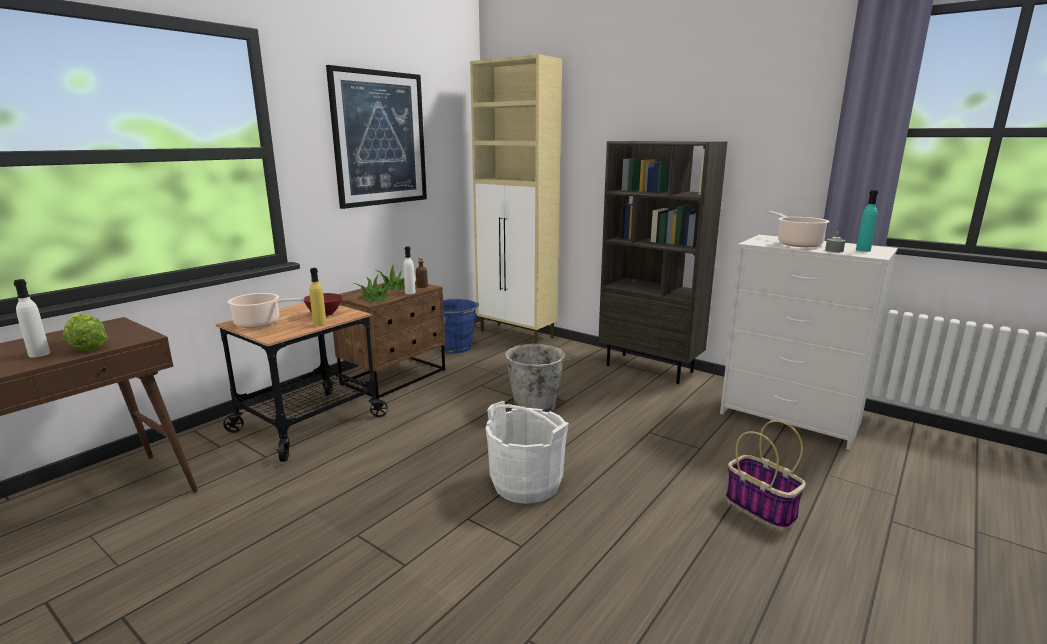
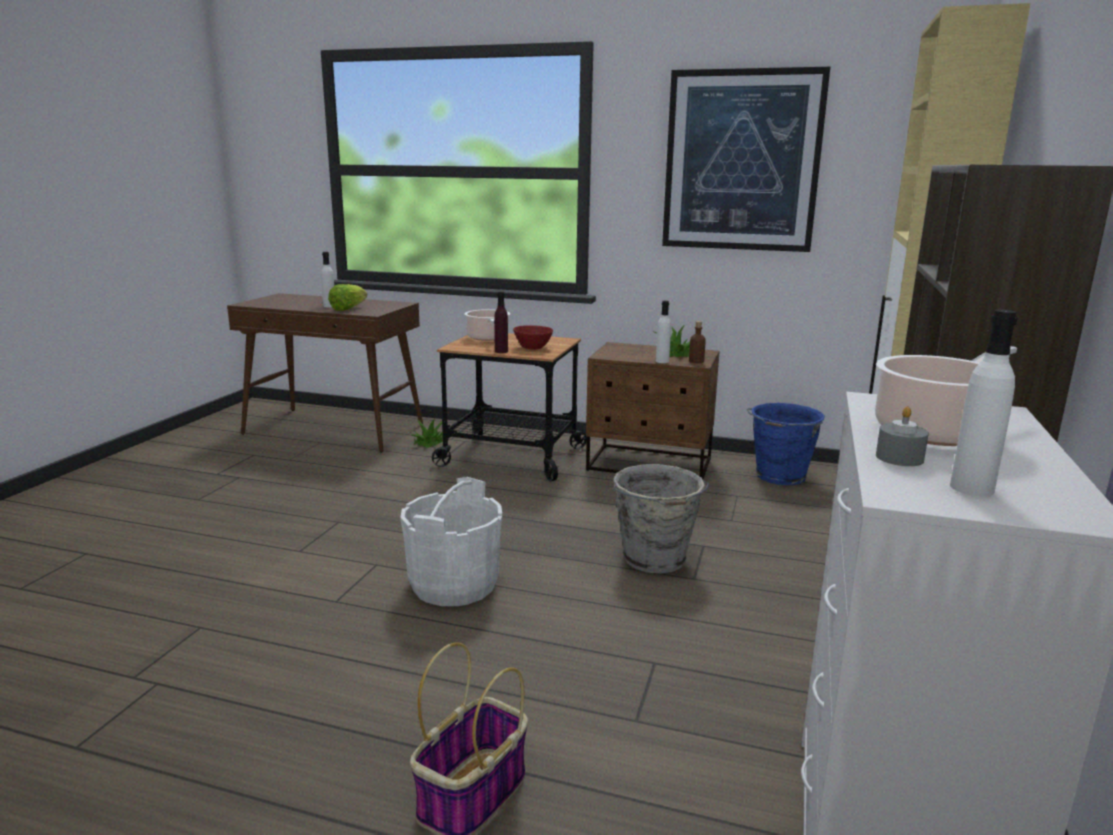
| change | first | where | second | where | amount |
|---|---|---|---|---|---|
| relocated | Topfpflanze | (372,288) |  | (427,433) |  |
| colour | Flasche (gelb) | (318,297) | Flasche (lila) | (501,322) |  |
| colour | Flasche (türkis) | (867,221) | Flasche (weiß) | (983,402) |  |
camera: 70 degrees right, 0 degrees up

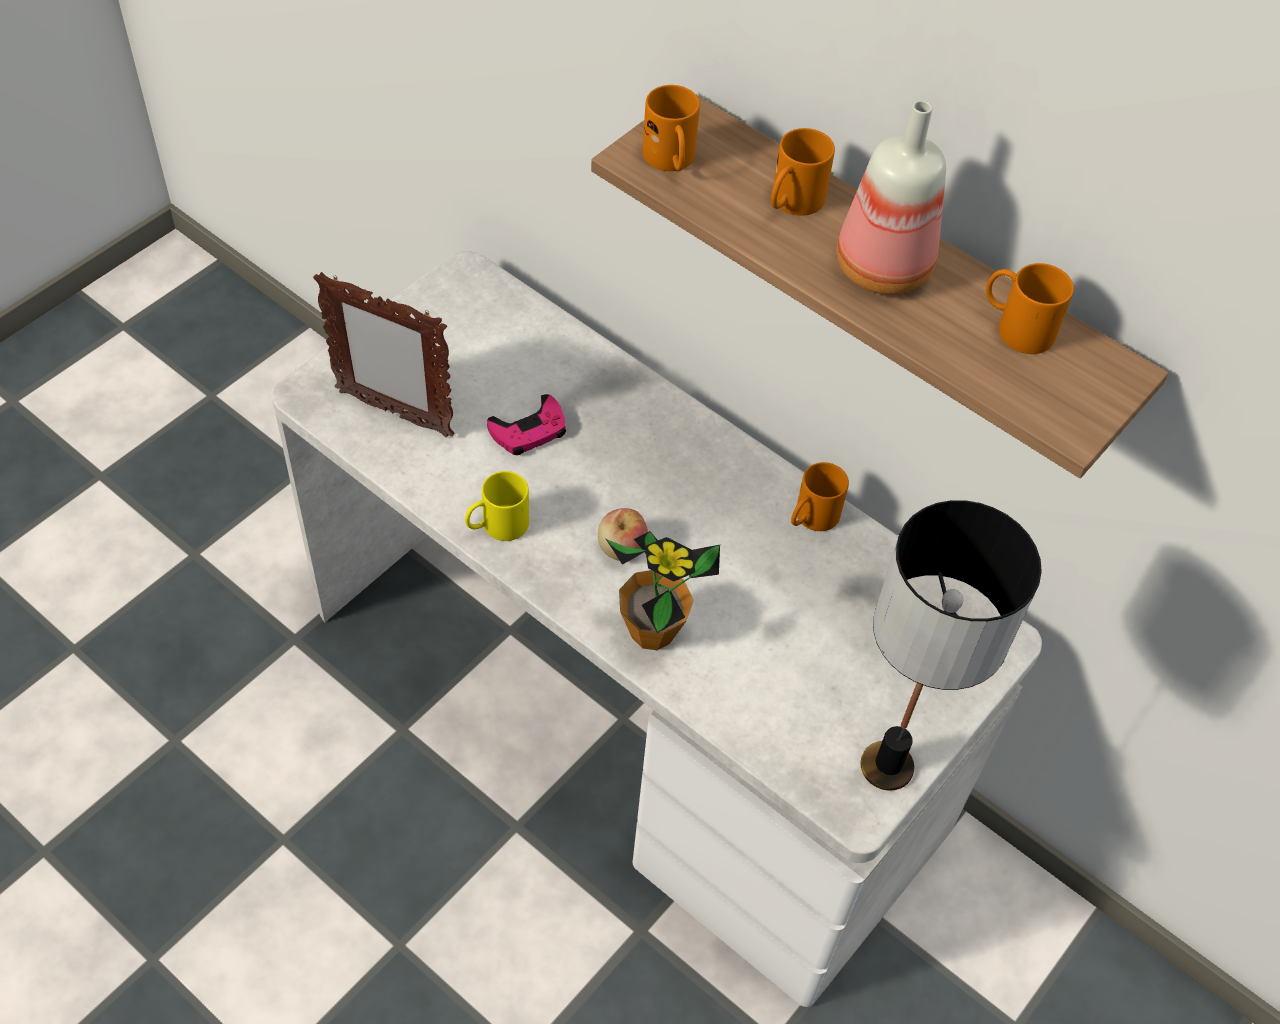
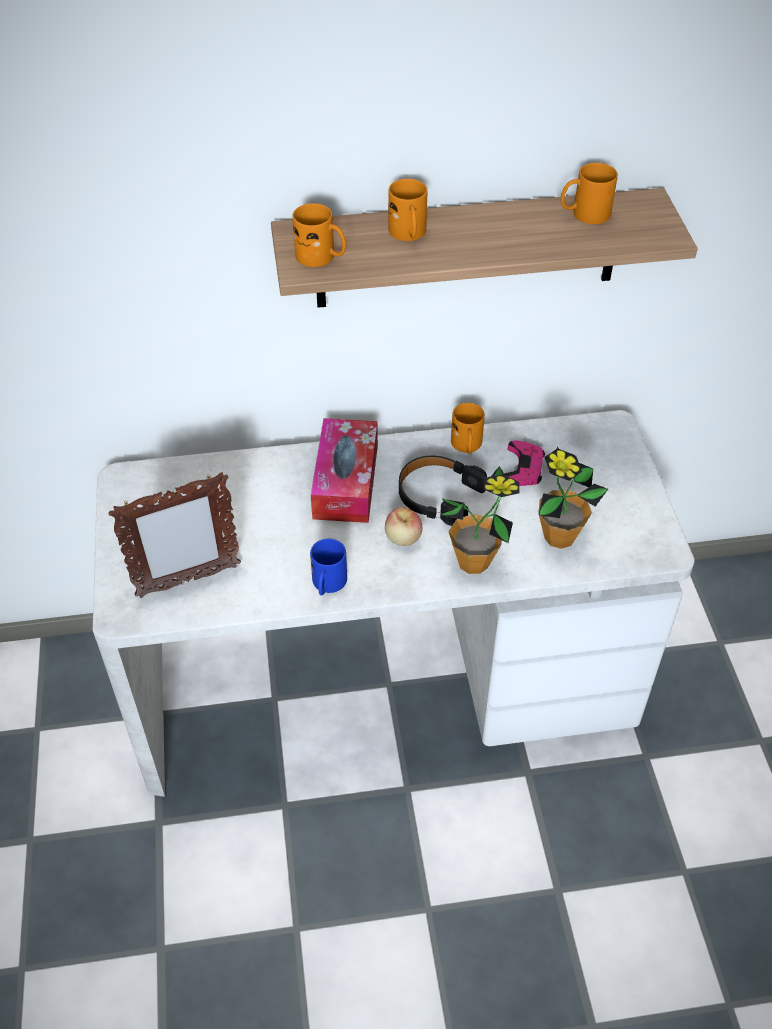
| change | first | where | second | where | amount |
|---|---|---|---|---|---|
| colour | Henkelbecher (gelb) | (497,506) | Henkelbecher (blau) | (328,567) |  |
| appeared |  |  | Taschentuchbox | (344,470) |  |
| appeared |  |  | Kopfhörer (schwarz) | (443,491) |  |
| relocated | Gamepad (rosa) | (526,424) |  | (524,463) |  |
| appeared |  |  | Topfpflanze | (573,497) |  |
| missing | Flasche | (891,197) |  |  |  |
| missing | Tischlampe | (951,645) |  |  |  |
camera: 45 degrees left, 5 degrees down

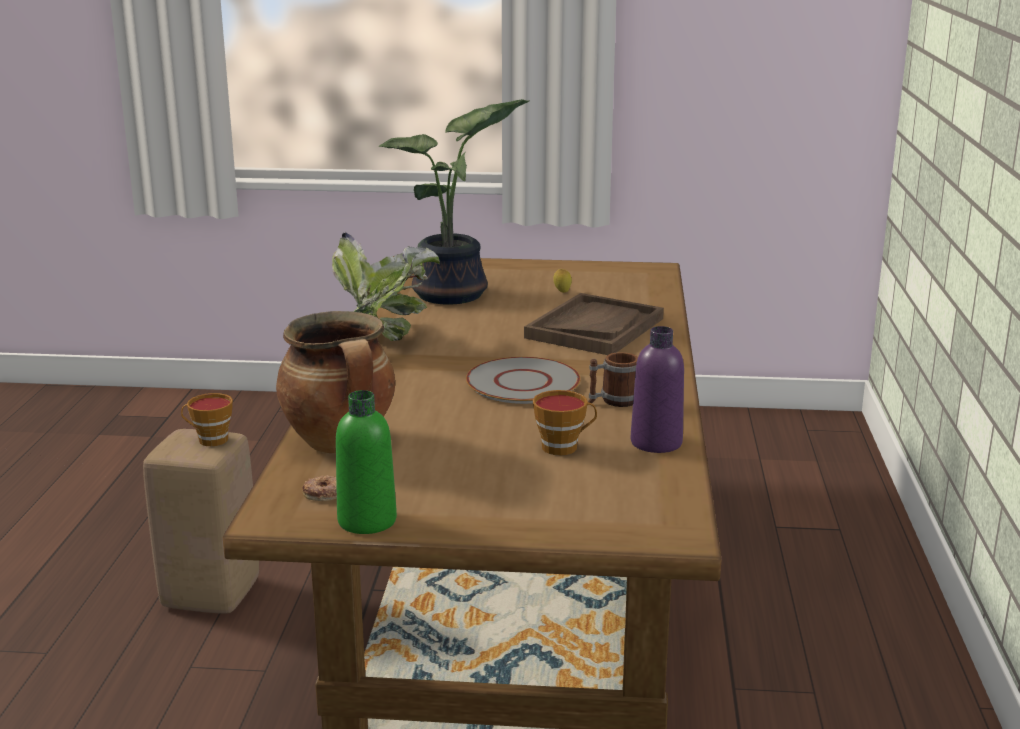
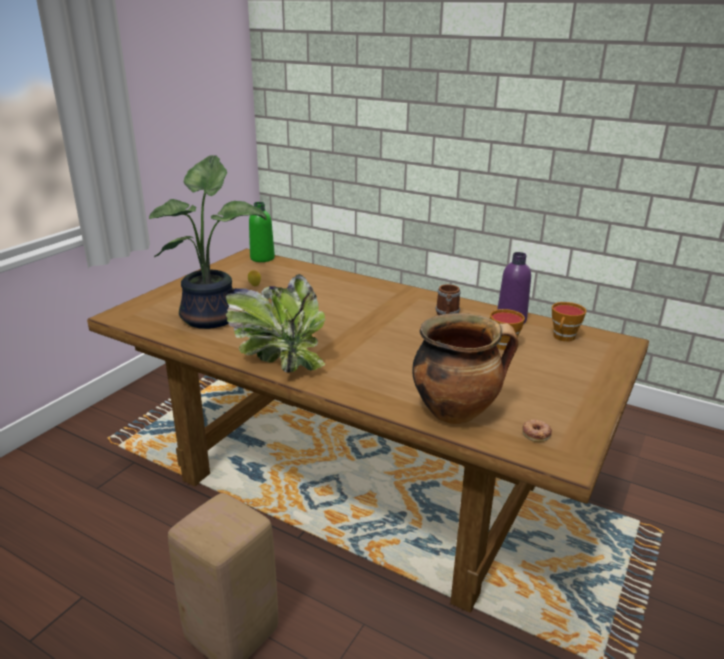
| change | first | where | second | where | amount |
|---|---|---|---|---|---|
| relocated | Flasche (grün) | (366,462) |  | (262,232) |  |
| relocated | Tasse | (207,419) |  | (569,322) |  |
| missing | Teller (grau) | (523,380) |  |  |  |
| missing | Tablett (braun) | (594,324) |  |  |  |
camera: 65 degrees left, 5 degrees up

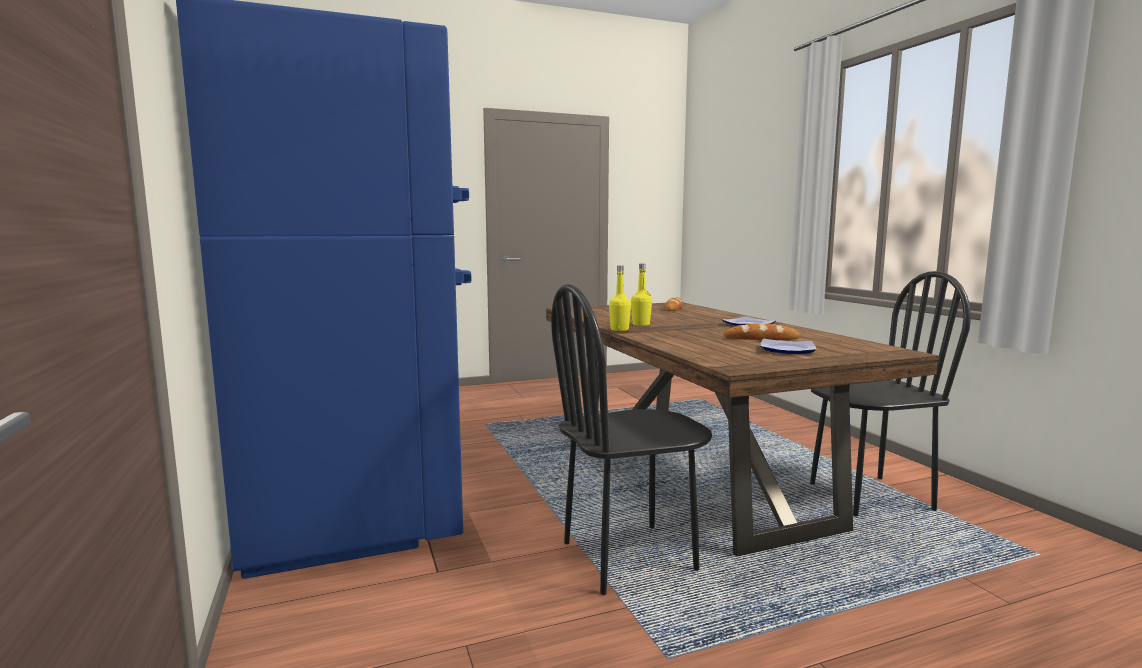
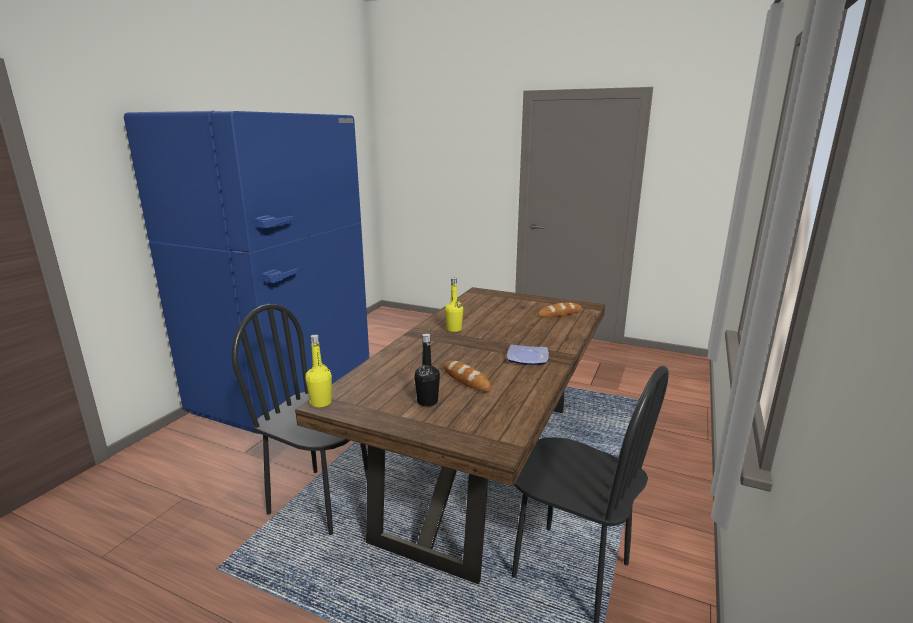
| change | first | where | second | where | amount |
|---|---|---|---|---|---|
| relocated | Flasche (gelb) | (620,298) |  | (318,371) |  |
| exchanged | Teller | (788,346) | Flasche (schwarz) | (427,370) |  |
camera: 45 degrees right, 10 degrees up

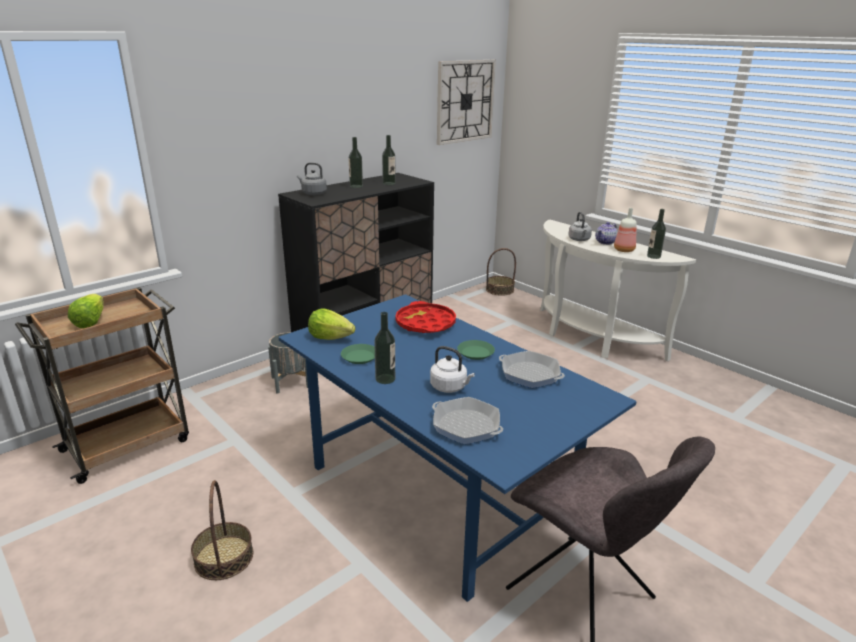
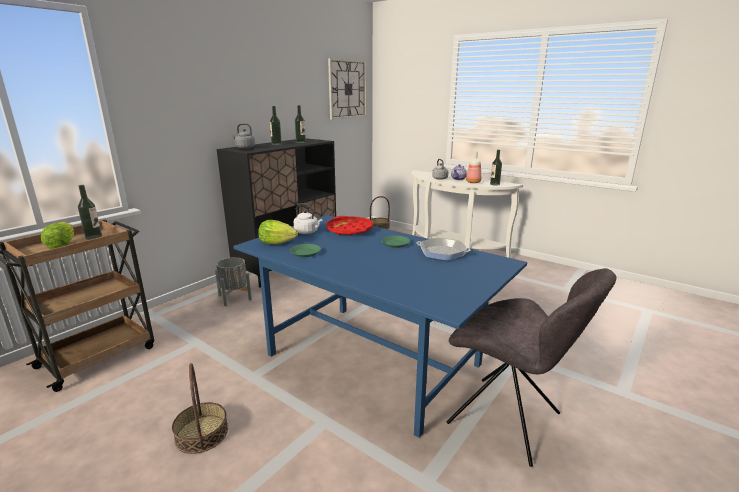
| change | first | where | second | where | amount |
|---|---|---|---|---|---|
| relocated | Flasche | (384,348) |  | (90,212) |  |
| relocated | Wasserkessel (weiß) | (452,369) |  | (308,218) |  |
| missing | Pfanne | (467,420) |  |  |  |
camera: 10 degrees left, 5 degrees down

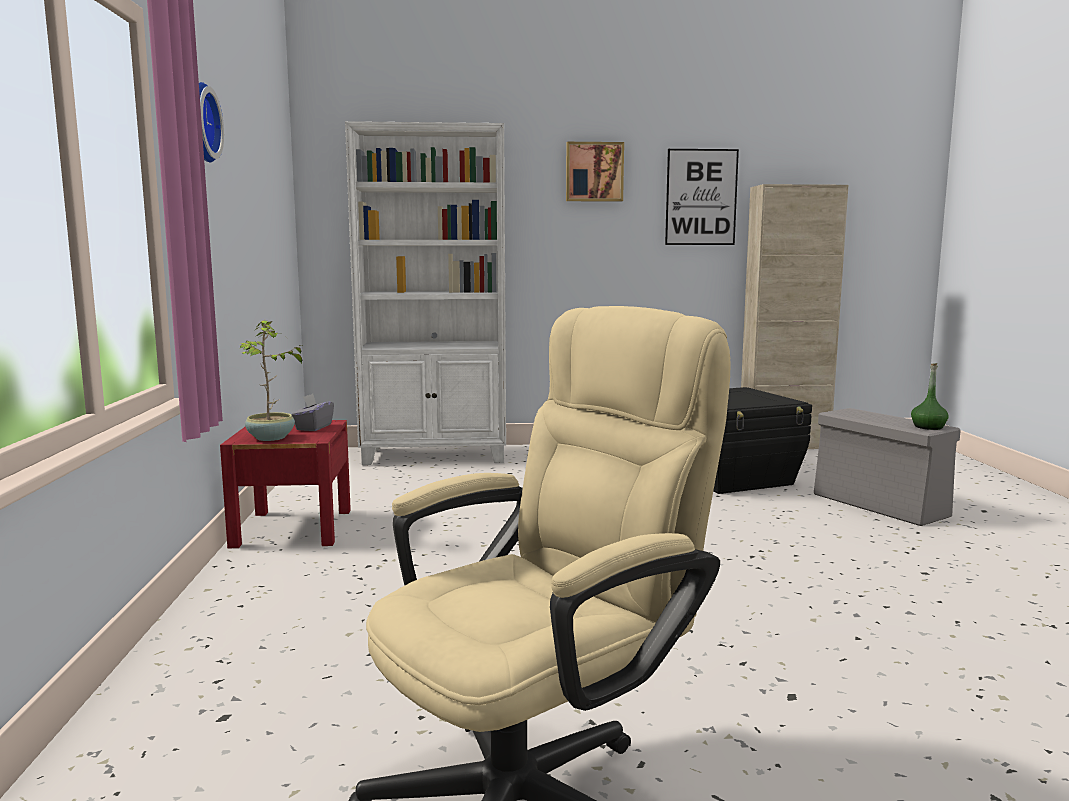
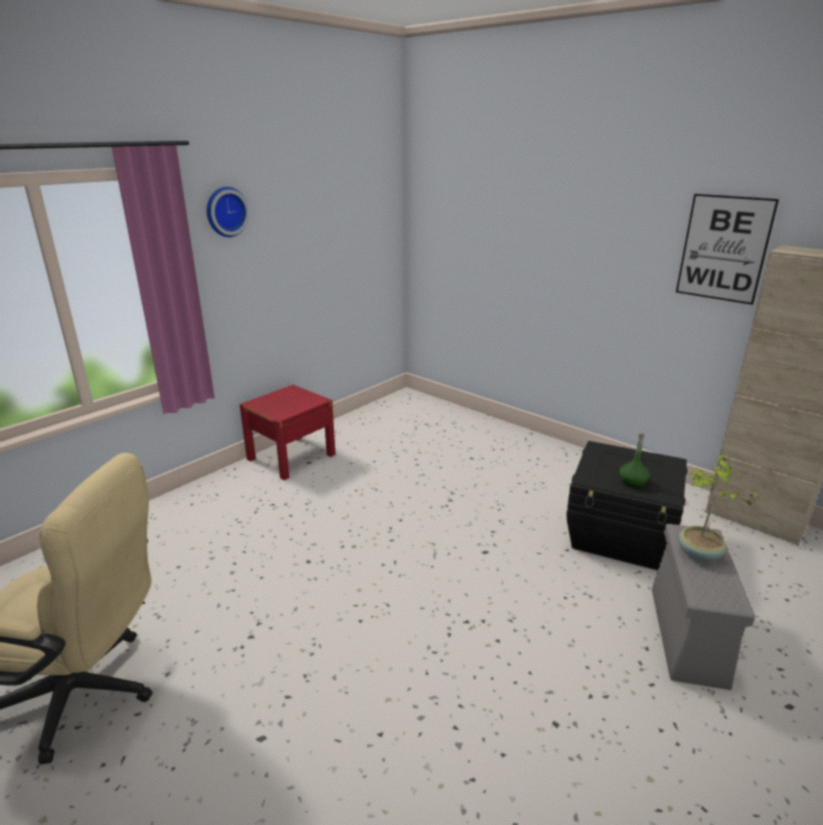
| change | first | where | second | where | amount |
|---|---|---|---|---|---|
| relocated | Flasche (grün) | (930,396) |  | (635,460) |  |
| relocated | Topfpflanze | (269,380) |  | (719,508) |  |
| missing | Taschentuchbox (grau) | (312,412) |  |  |  |
| missing | Bücherregal (weiß) | (425,293) |  |  |  |
| missing | Bild | (595,172) |  |  |  |
camera: 45 degrees right, 15 degrees up

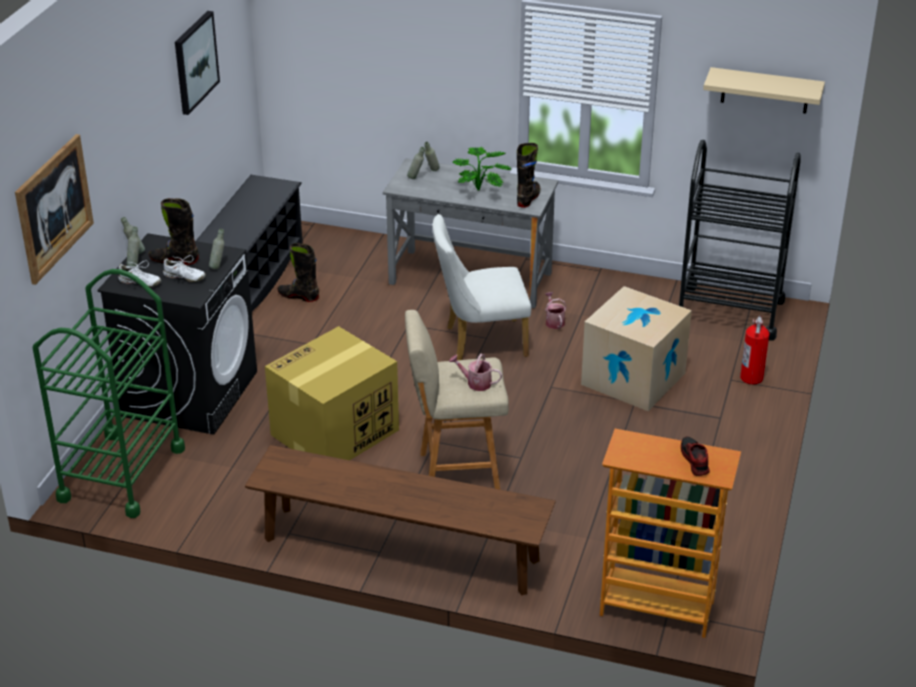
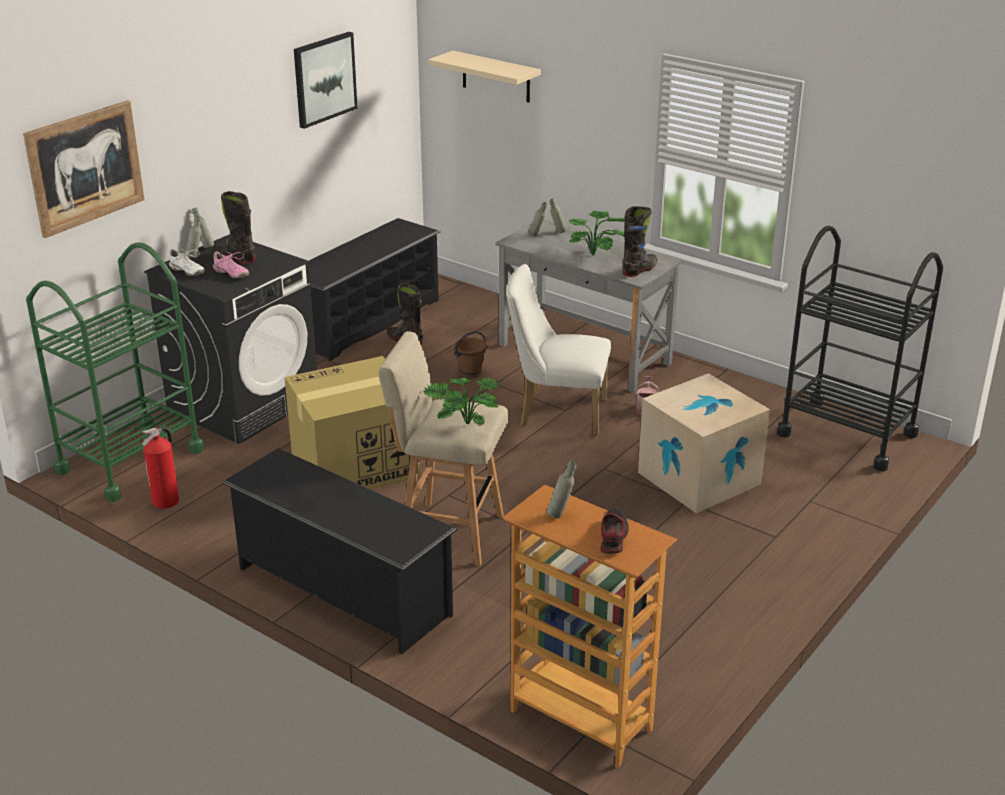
| change | first | where | second | where | amount |
|---|---|---|---|---|---|
| relocated | Feuerlöscher | (754,350) |  | (160,468) |  |
| colour | Schuh (weiß) | (184,268) | Schuh (rosa) | (230,265) |  |
| exchanged | Bank (braun) | (400,520) | Schuhregal (schwarz) | (339,551) |  |
| exchanged | Gießkanne | (475,372) | Topfpflanze | (461,401) |  |
| relocated | Wandregal (beige) | (764,90) |  | (484,77) |  |
| appeared |  |  | Eimer (braun) | (471,354) |  |
| relocated | Flasche (grau) | (217,249) |  | (562,489) |  |
camera: 20 degrees right, 5 degrees down

